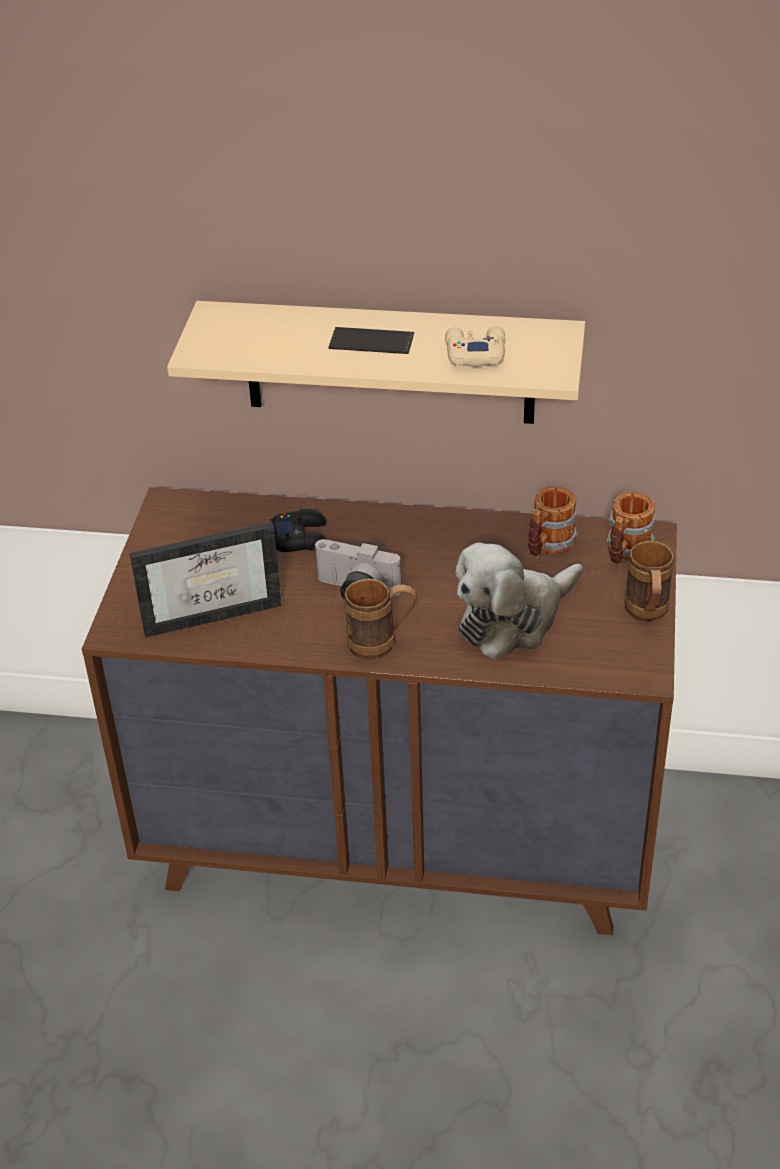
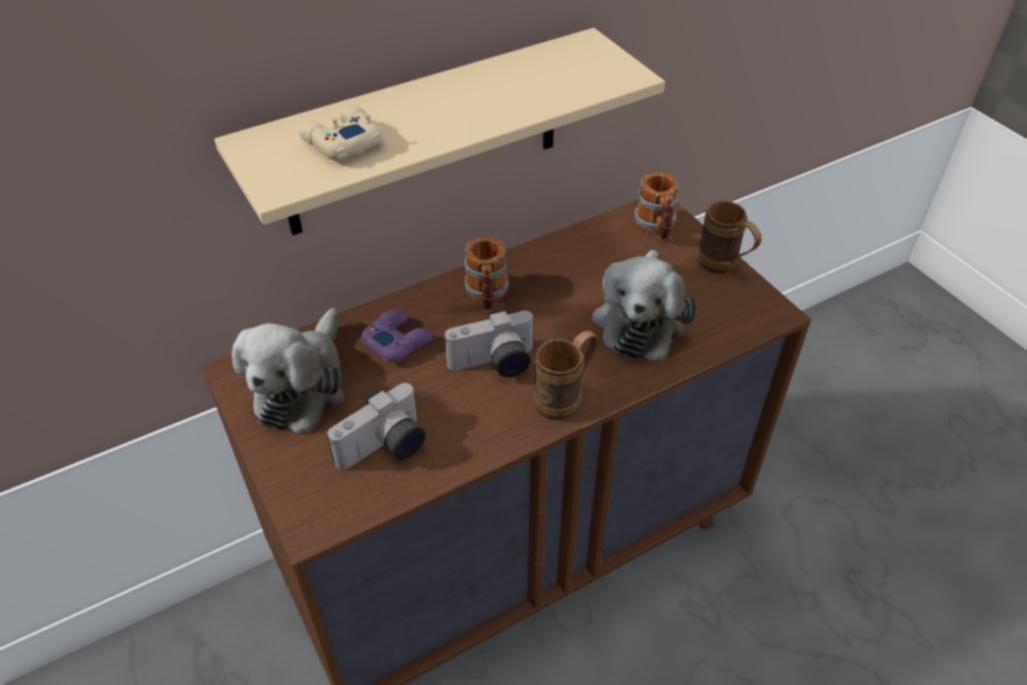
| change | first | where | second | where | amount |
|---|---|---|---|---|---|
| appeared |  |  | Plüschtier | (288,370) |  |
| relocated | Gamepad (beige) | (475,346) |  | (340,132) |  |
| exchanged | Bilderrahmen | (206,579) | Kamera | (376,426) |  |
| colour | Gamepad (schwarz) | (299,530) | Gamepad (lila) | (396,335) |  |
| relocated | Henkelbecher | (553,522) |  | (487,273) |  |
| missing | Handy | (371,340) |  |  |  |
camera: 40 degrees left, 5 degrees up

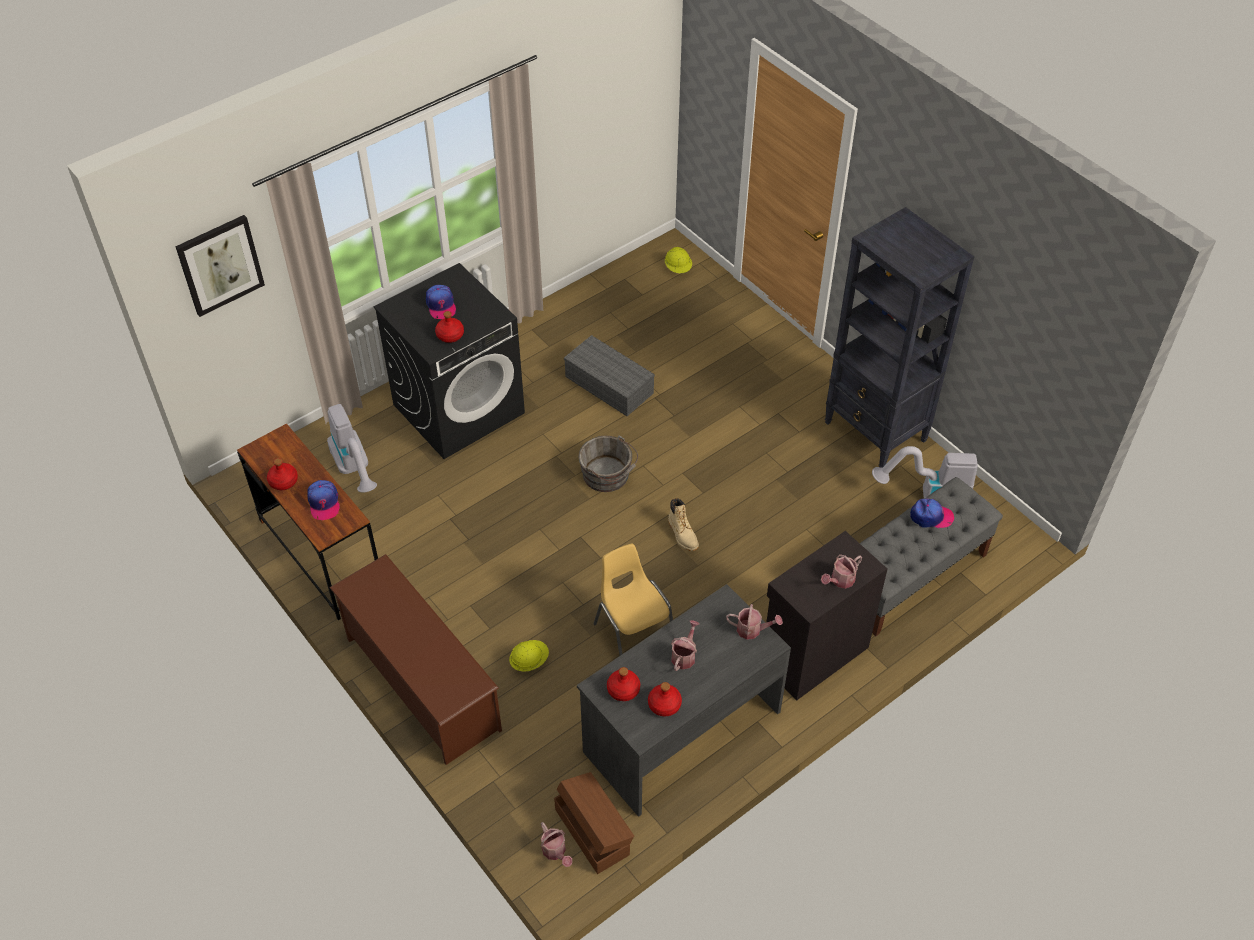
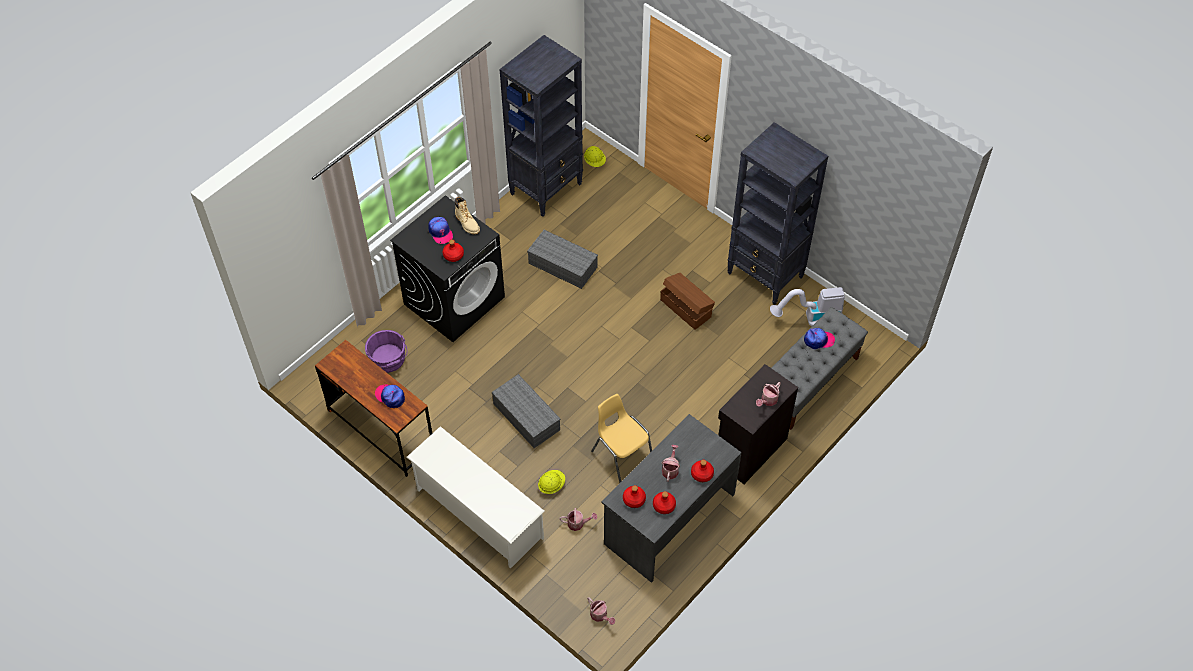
| change | first | where | second | where | amount |
|---|---|---|---|---|---|
| exchanged | Staubsauger | (352,448) | Eimer (lila) | (386,351) |  |
| spun | Kappe | (324,500) |  | (390,396) | 150 degrees clockwise |
| colour | Schuhregal (braun) | (415,659) | Schuhregal (weiß) | (475,497) |  |
| relocated | Stiefel (beige) | (683,524) |  | (467,215) |  |
| appeared |  |  | Aufbewahrungsbox (grau) | (526,411) |  |
| appeared |  |  | Bücherregal (schwarz) | (541,126) |  |
| relocated | Gießkanne | (754,622) |  | (578,519) |  |
| relocated | Aufbewahrungsbox (braun) | (594,823) |  | (687,301) |  |
| relocated | Flasche (rot) | (282,474) |  | (702,471) |  |
| missing | Bild | (220,266) |  |  |  |
| missing | Eimer (grau) | (608,463) |  |  |  |
camera: 10 degrees left, 5 degrees up

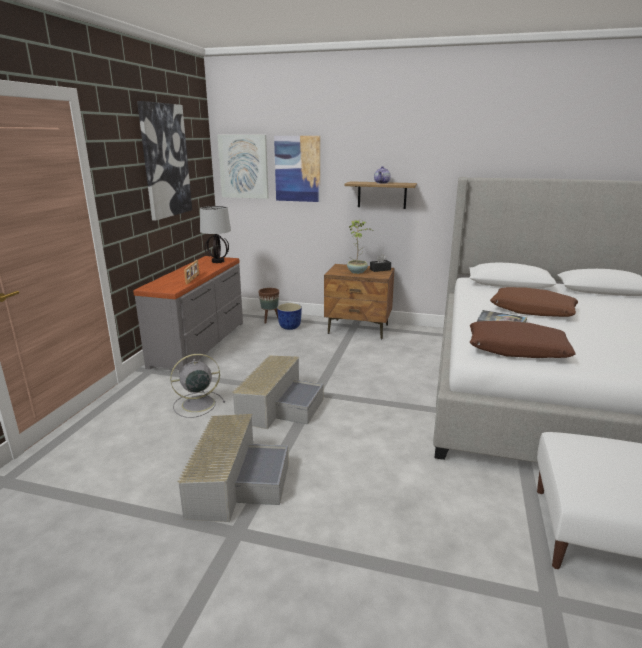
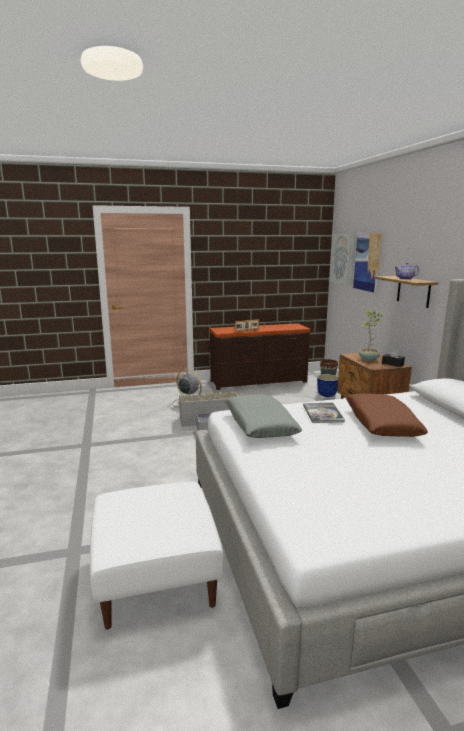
| change | first | where | second | where | amount |
|---|---|---|---|---|---|
| colour | Kommode (grau) | (188,315) | Kommode (braun) | (259,356) |  |
| colour | Kissen (braun) | (523,339) | Kissen (grau) | (263,416) |  |
| missing | Bild | (164,161) |  |  |  |
| missing | Aufbewahrungsbox (grau) | (233,468) |  |  |  |
| missing | Tischlampe | (215,234) |  |  |  |
camera: 60 degrees right, 5 degrees down

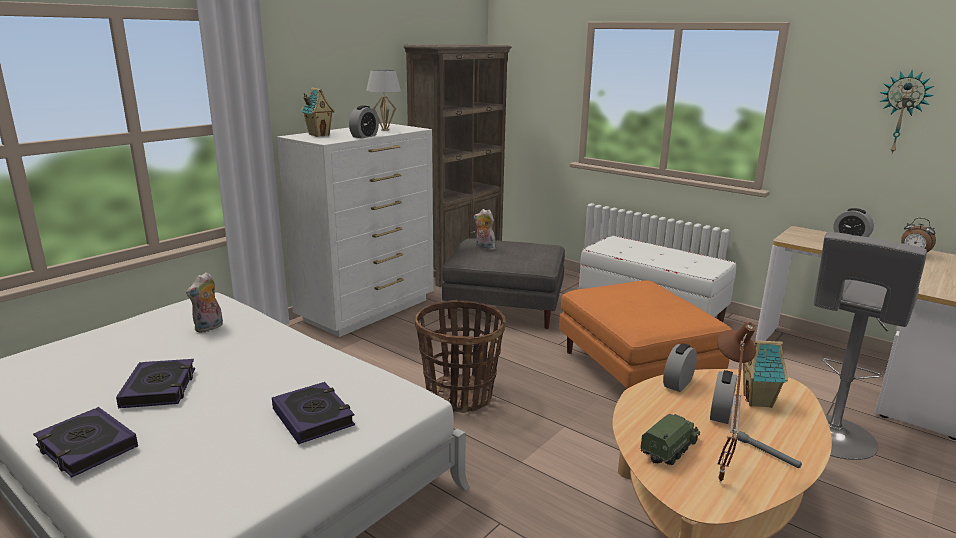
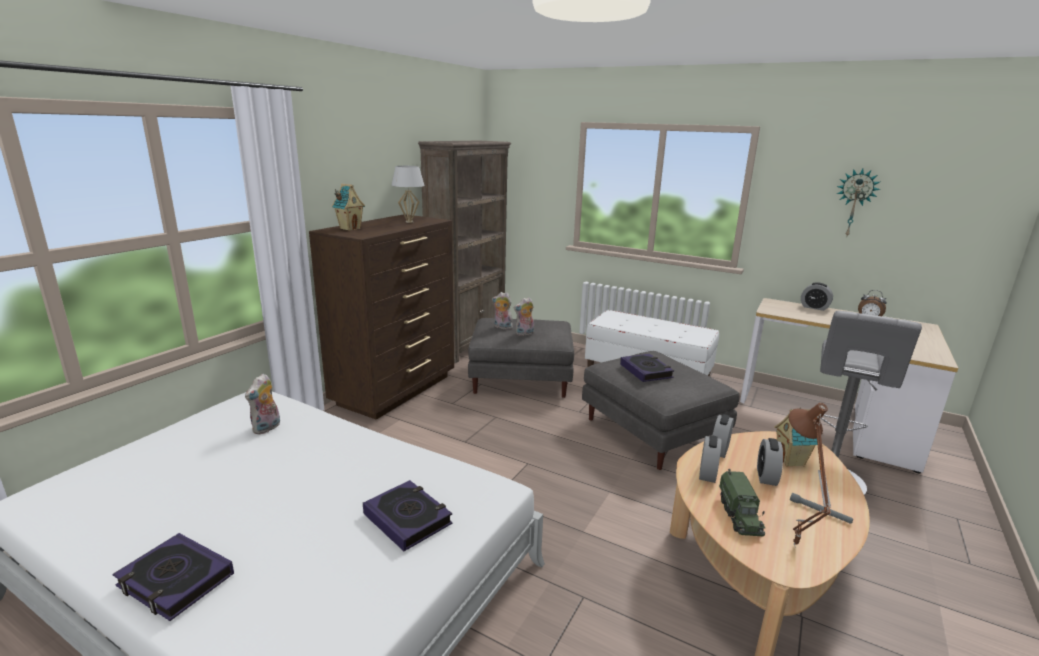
| change | first | where | second | where | amount |
|---|---|---|---|---|---|
| colour | Kommode (weiß) | (355,230) | Kommode (braun) | (381,317) |  |
| appeared |  |  | Plüschtier | (524,316) |  |
| colour | Polsterhocker (orange) | (645,334) | Polsterhocker (grau) | (661,410) |  |
| relocated | Buch | (155,383) |  | (647,368) |  |
| relocated | Wecker | (364,121) |  | (710,459) |  |
| spun | Spielzeuglaster | (670,439) |  | (742,502) | 150 degrees clockwise |
| missing | Korb | (460,356) |  |  |  |
camera: 10 degrees left, 0 degrees up

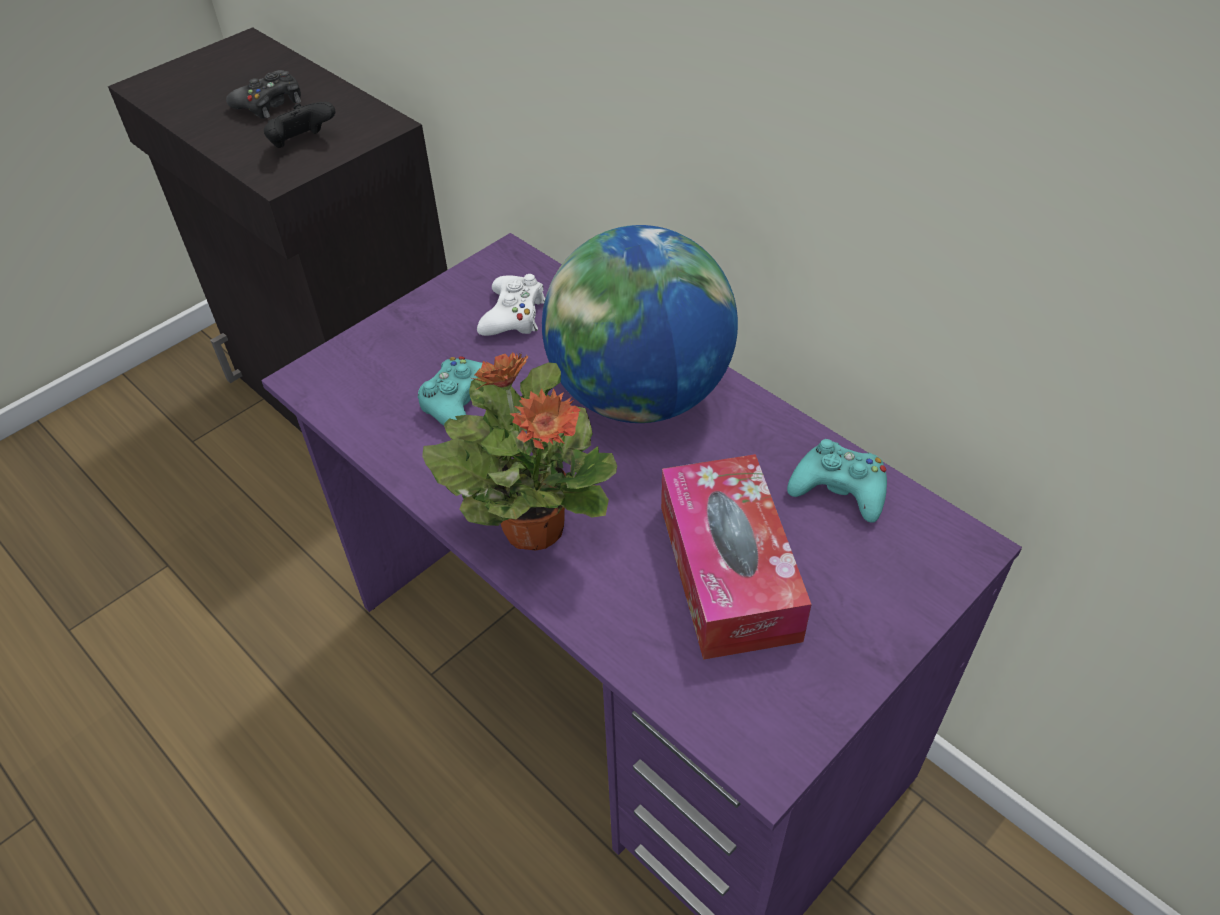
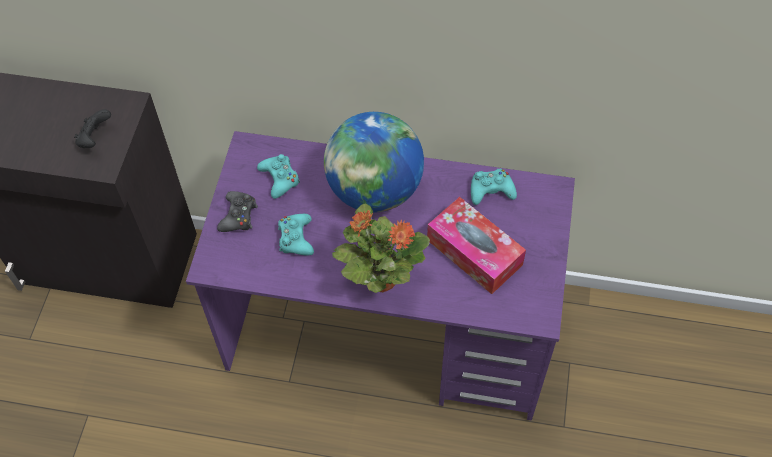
| change | first | where | second | where | amount |
|---|---|---|---|---|---|
| relocated | Gamepad (schwarz) | (263,94) |  | (237,211) |  |
| colour | Gamepad (weiß) | (511,305) | Gamepad (türkis) | (278,176) |  |
camera: 35 degrees left, 10 degrees up

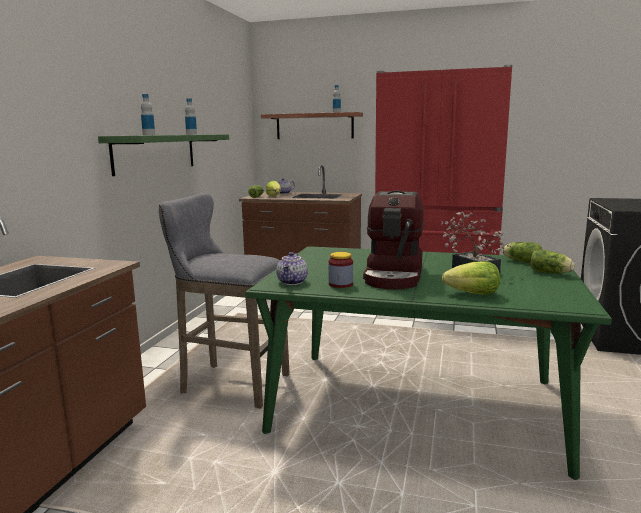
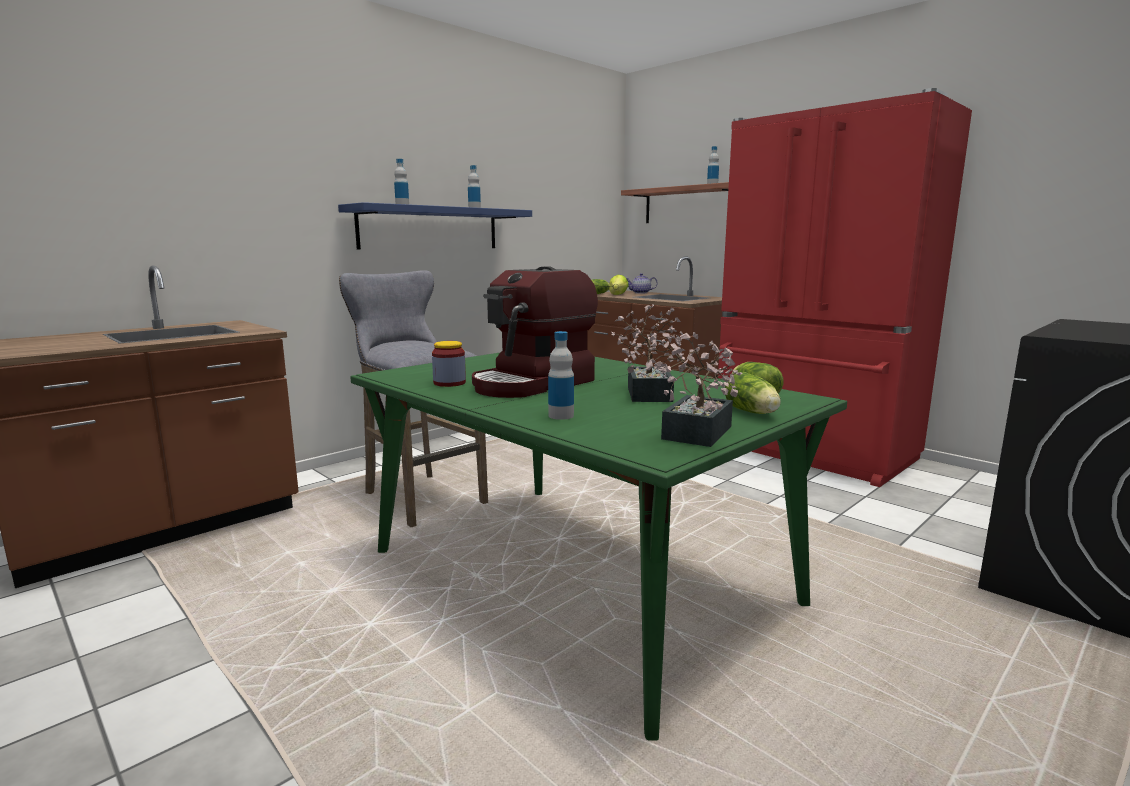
| change | first | where | second | where | amount |
|---|---|---|---|---|---|
| colour | Wandregal (grün) | (163,155) | Wandregal (blau) | (435,225) |  |
| exchanged | Salatkopf | (471,278) | Flasche | (561,375) |  |
| appeared |  |  | Topfpflanze | (694,389) |  |
| missing | Teekanne | (292,268) |  |  |  |
camera: 30 degrees right, 0 degrees up

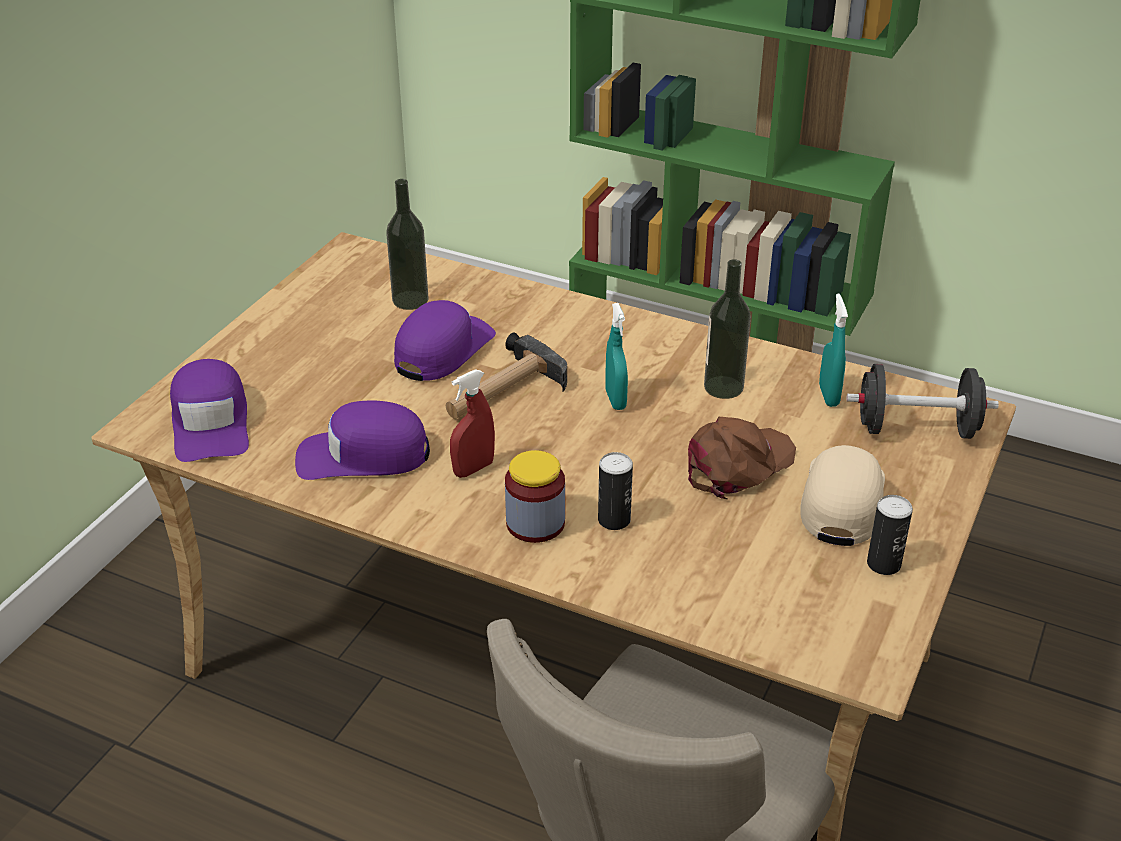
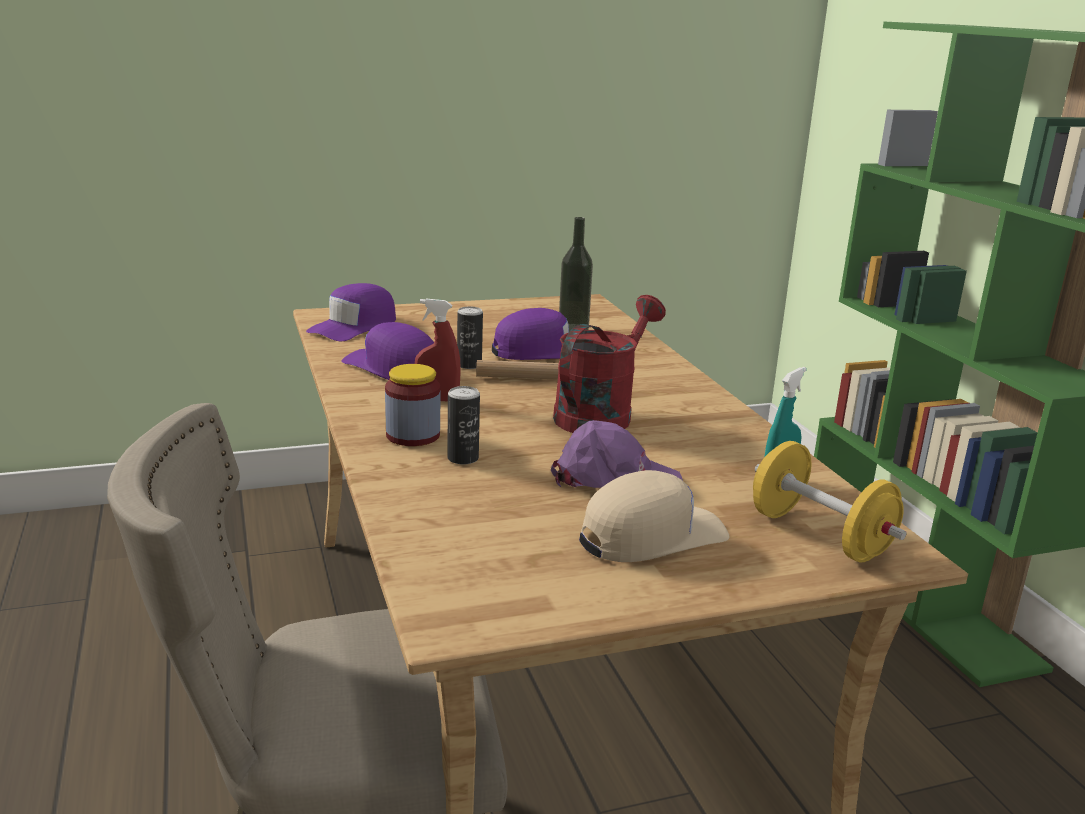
| change | first | where | second | where | amount |
|---|---|---|---|---|---|
| relocated | Dose | (890,535) |  | (470,338) |  |
| colour | Kappe (braun) | (742,458) | Kappe (lila) | (617,454) |  |
| exchanged | Sprühflasche (türkis) | (616,356) | Gießkanne (rot) | (609,364) |  |
| colour | Hantel (schwarz) | (923,401) | Hantel (gelb) | (829,501) |  |
| missing | Flasche | (727,329) |  |  |  |
camera: 45 degrees right, 15 degrees down

